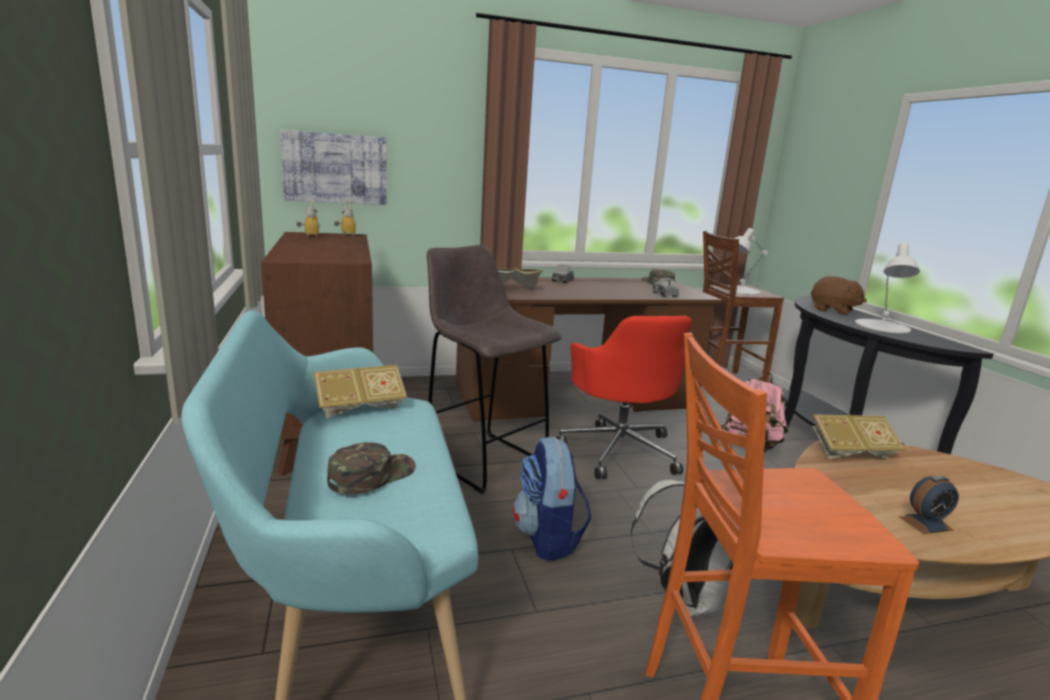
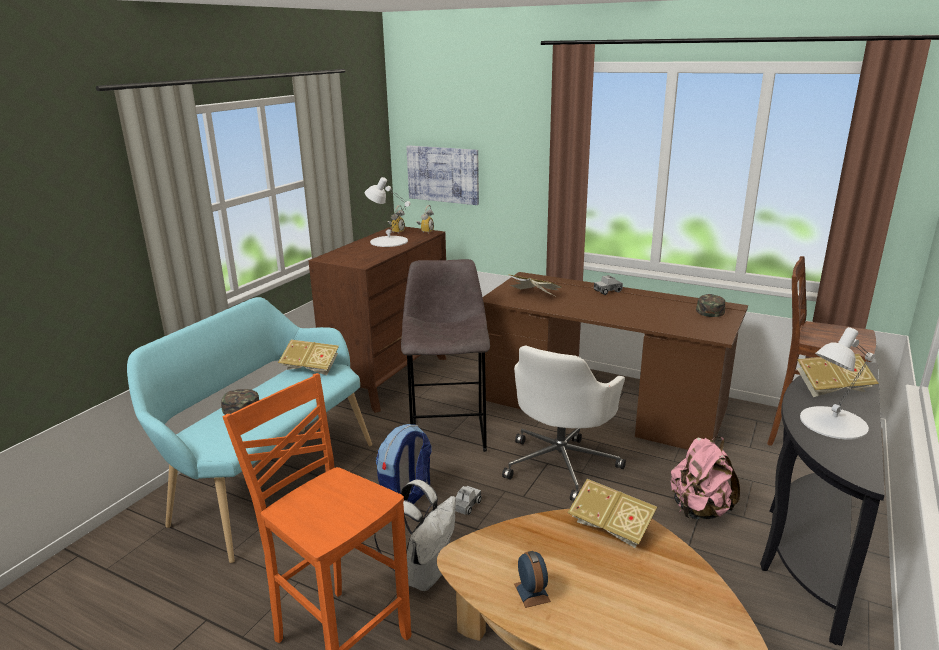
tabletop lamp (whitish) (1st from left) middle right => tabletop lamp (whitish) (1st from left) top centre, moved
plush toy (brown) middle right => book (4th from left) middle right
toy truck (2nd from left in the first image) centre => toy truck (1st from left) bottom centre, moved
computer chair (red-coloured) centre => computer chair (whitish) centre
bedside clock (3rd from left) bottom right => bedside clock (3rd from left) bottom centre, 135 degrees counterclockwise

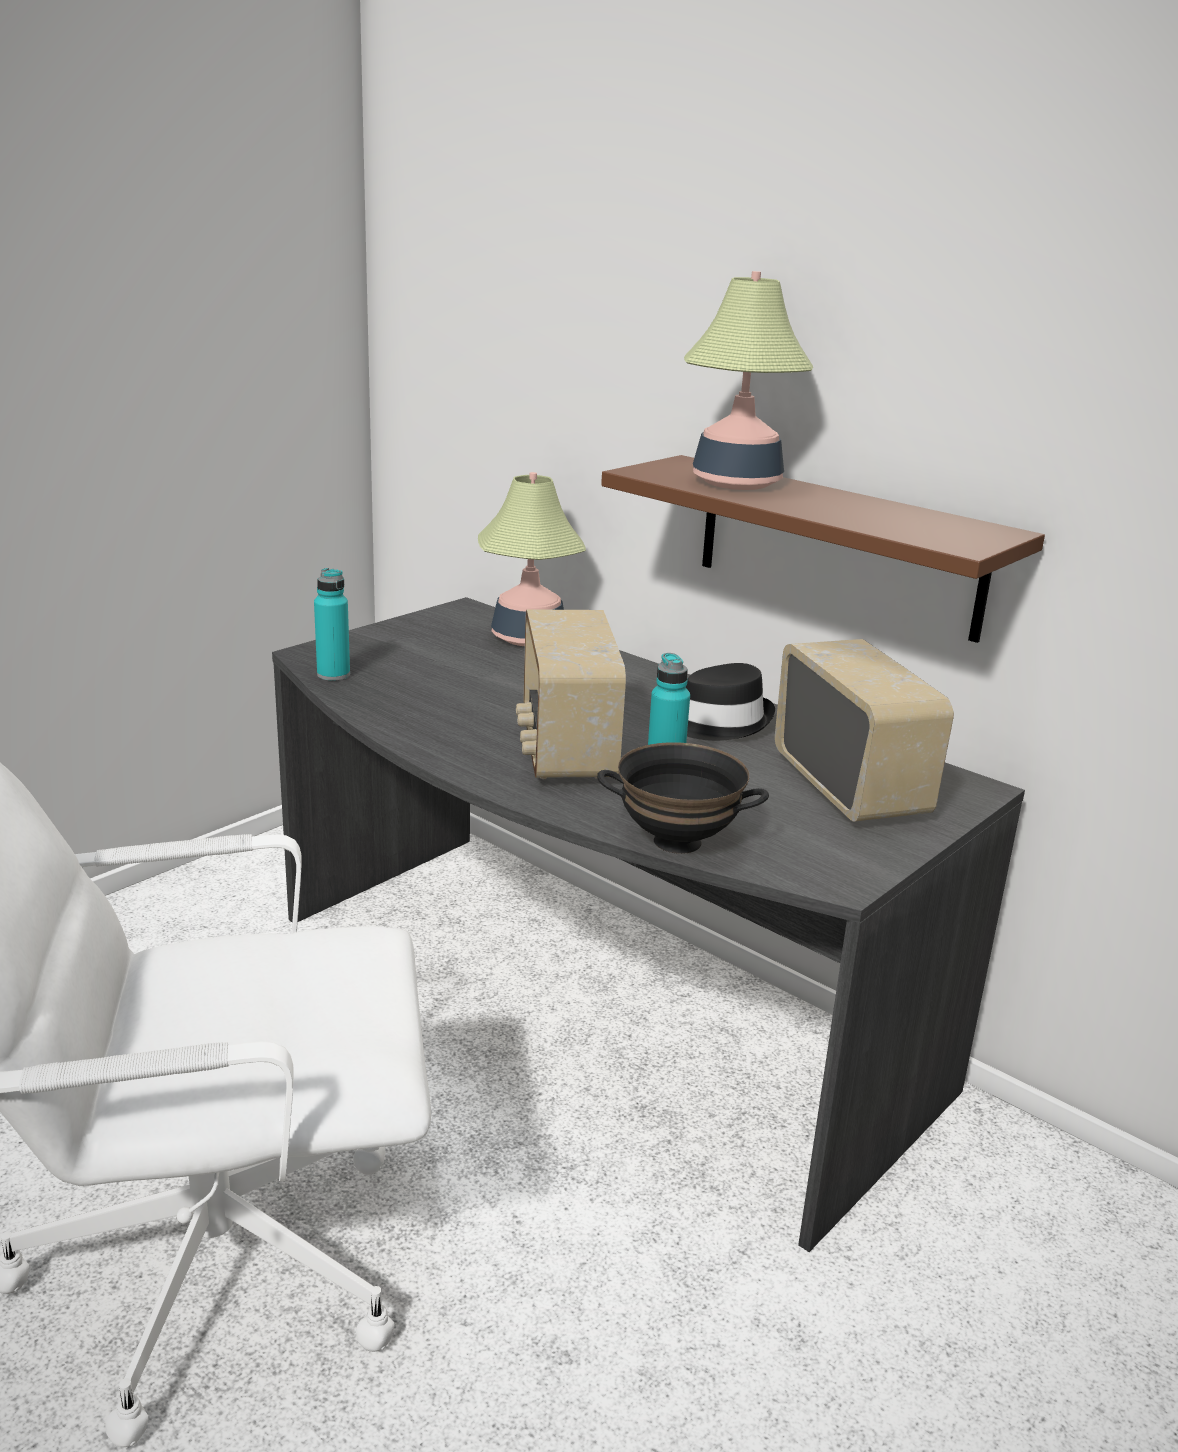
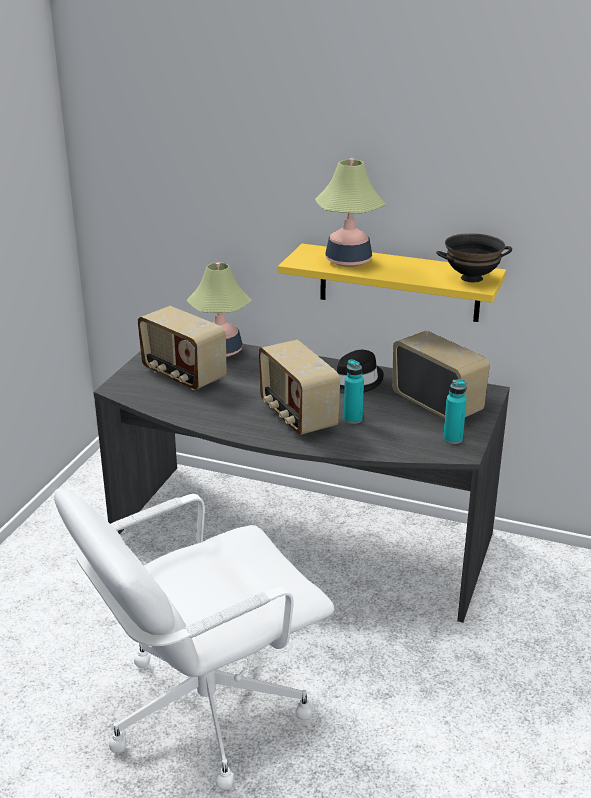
shelf (brown) middle right => shelf (yellow-coloured) centre
bottle (blue-green) (1st from left in the first image) middle left => bottle (blue-green) (2nd from left) middle right, moved
serving bowl (black) centre => serving bowl (black) top right, moved
nothing => radio (1st from left) middle left

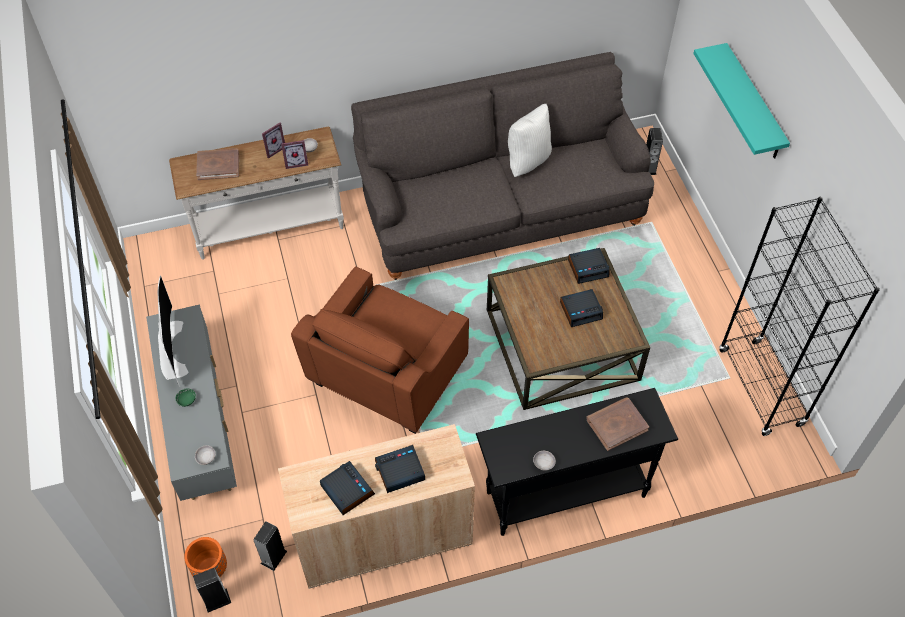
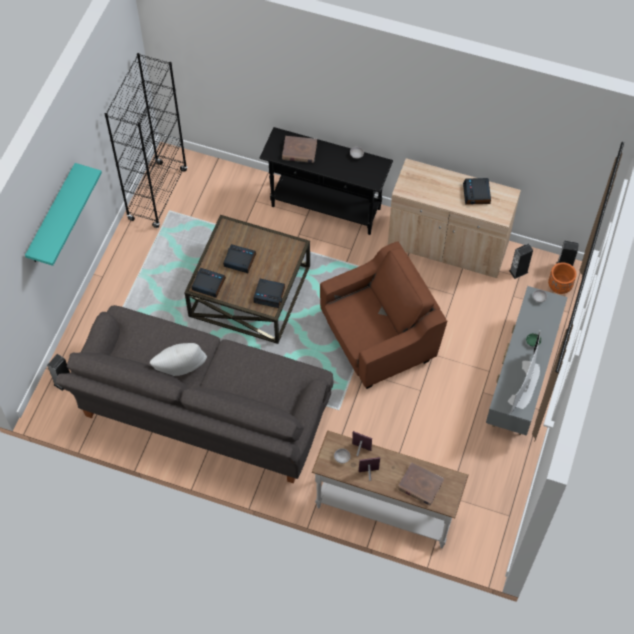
bedside clock (2nd from left in the first image) bottom centre => bedside clock (3rd from left) centre, moved

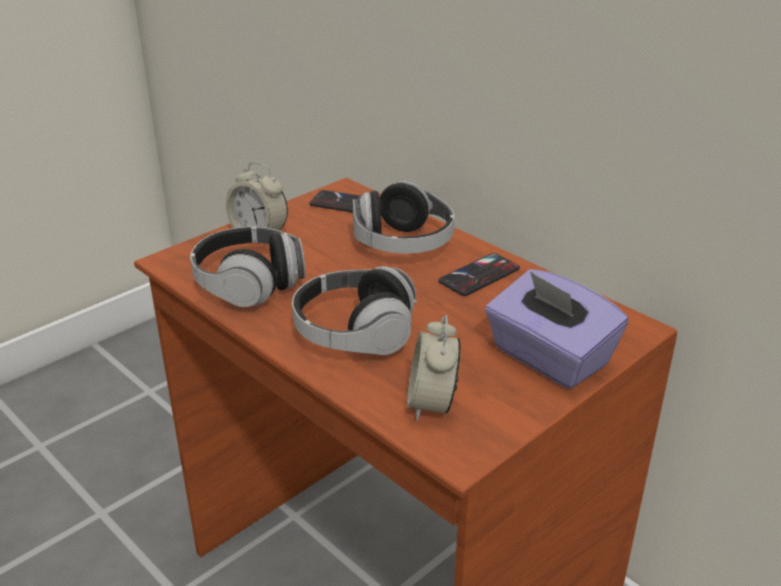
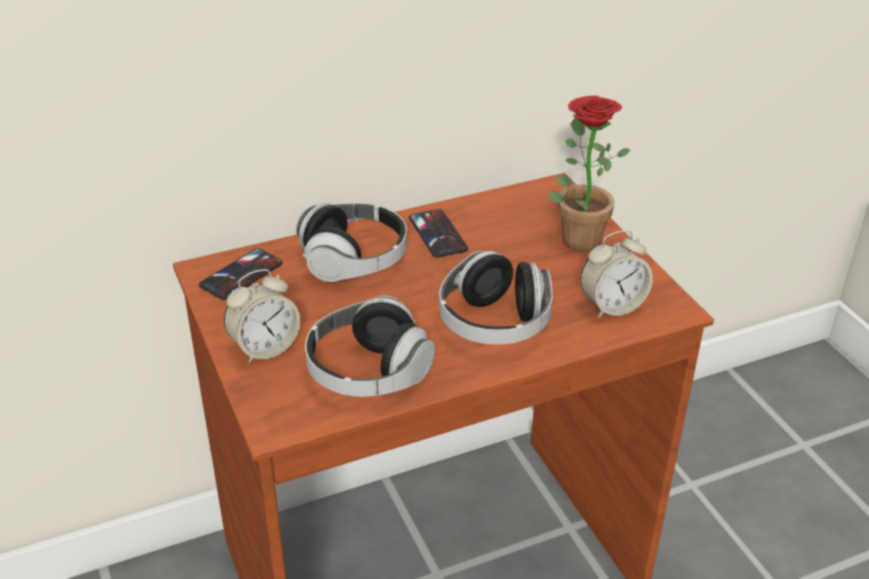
box of tissues (purple) middle right => plant in a pot top right
bedside clock (2nd from left) centre => bedside clock (2nd from left) middle right, 45 degrees counterclockwise

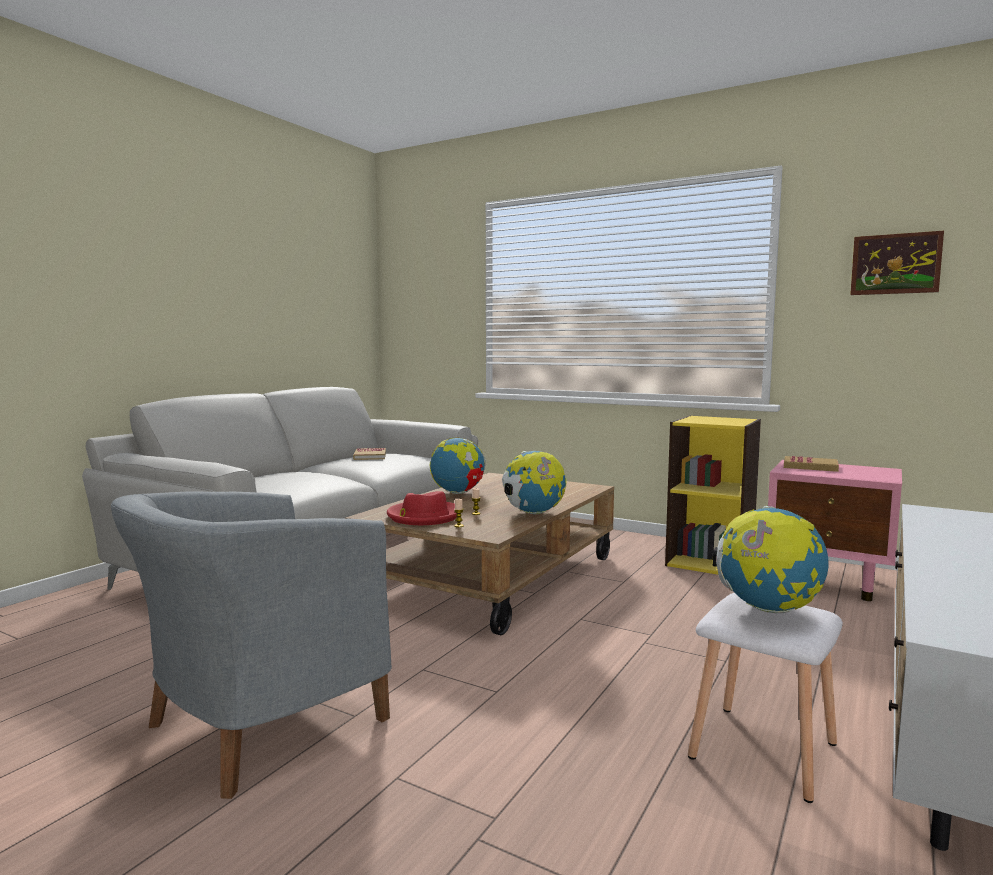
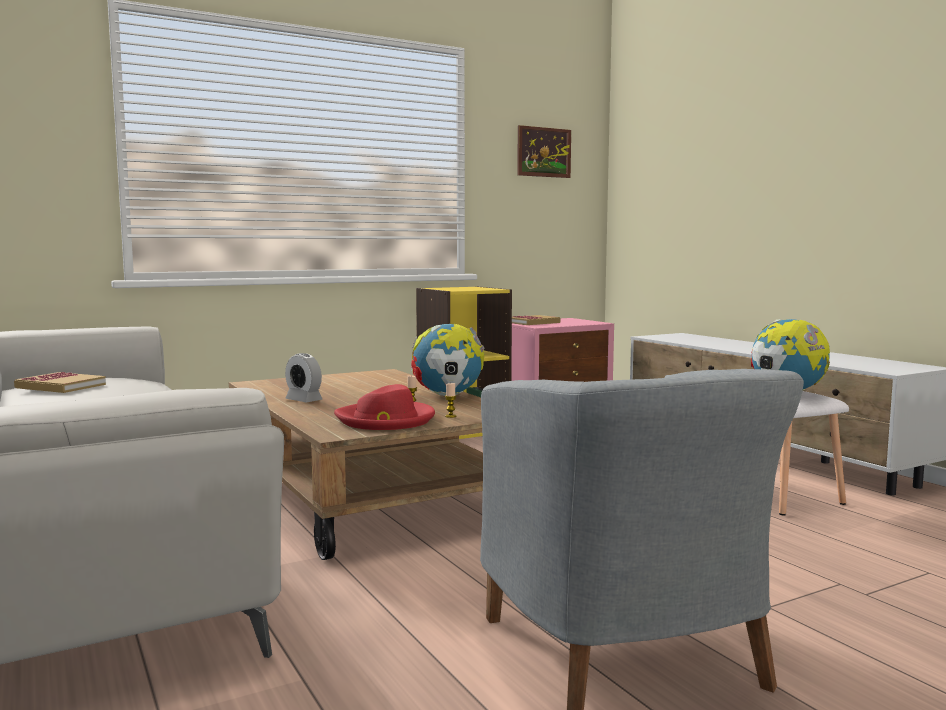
globe (1st from left) centre => bedside clock middle left

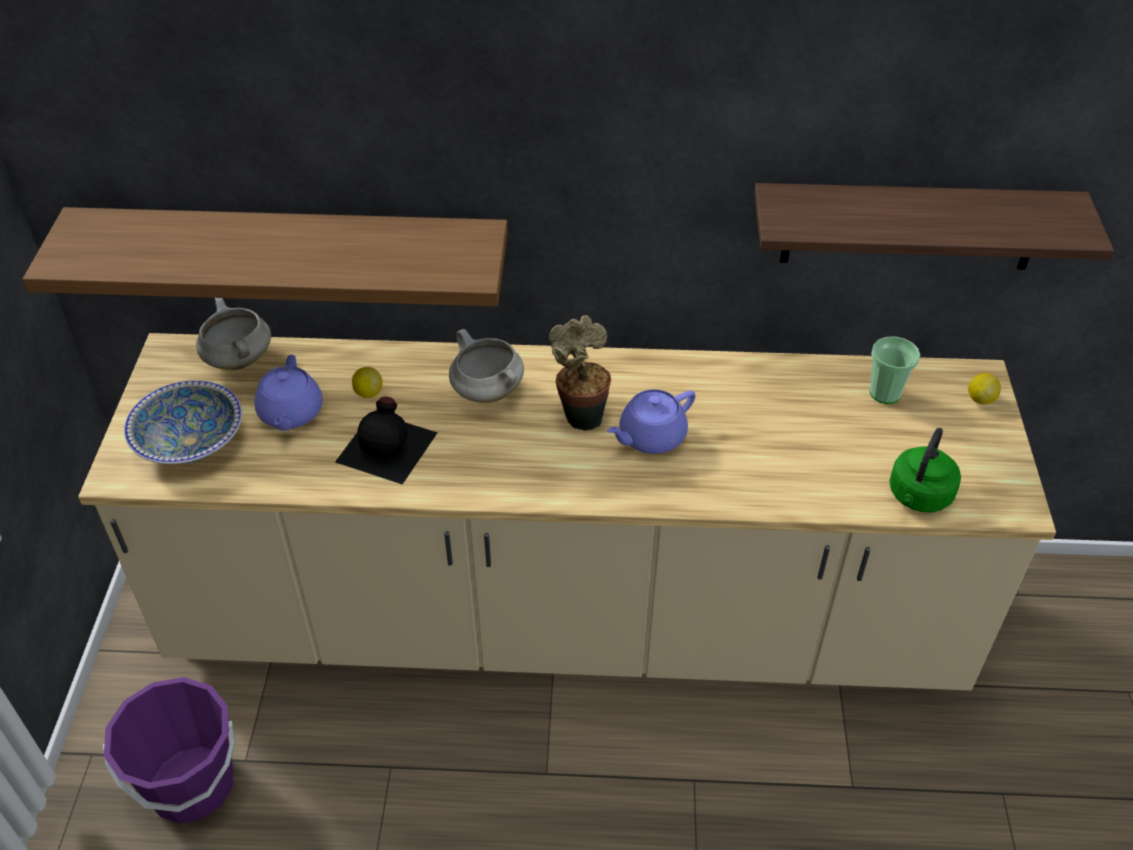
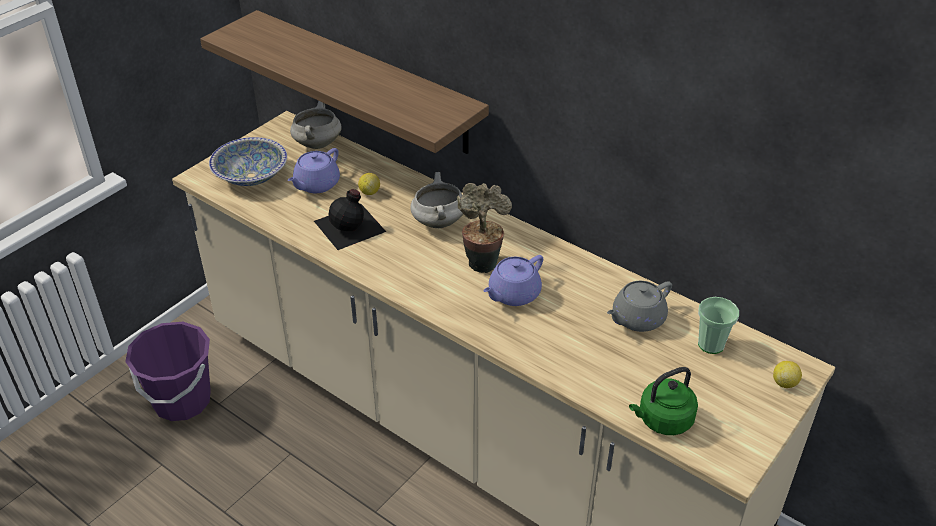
shelf (2nd from left) top right => nothing
pot for tea (purple) (2nd from left) centre, 45 degrees counterclockwise
nothing => pot for tea (greyish) middle right

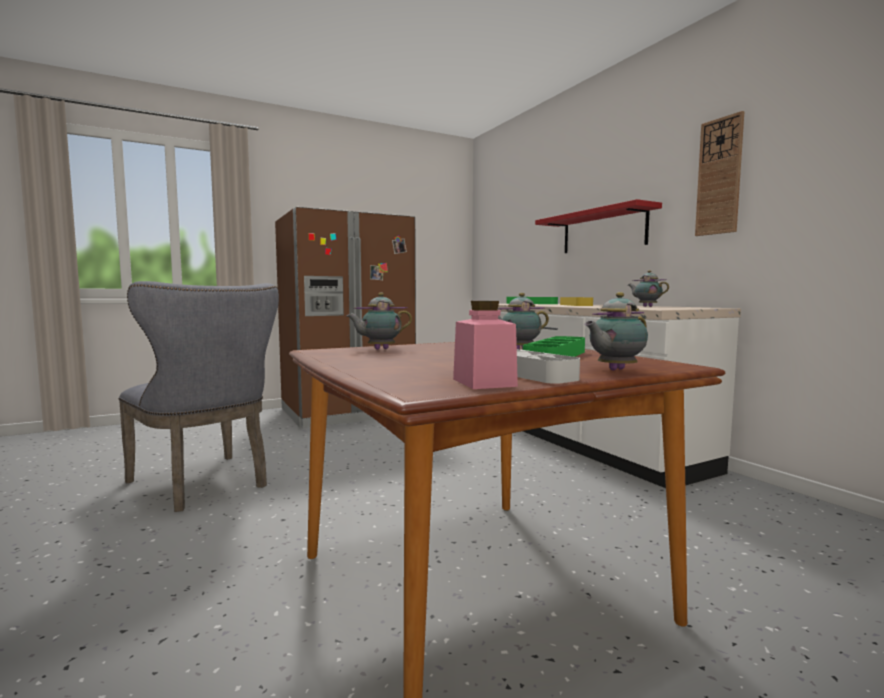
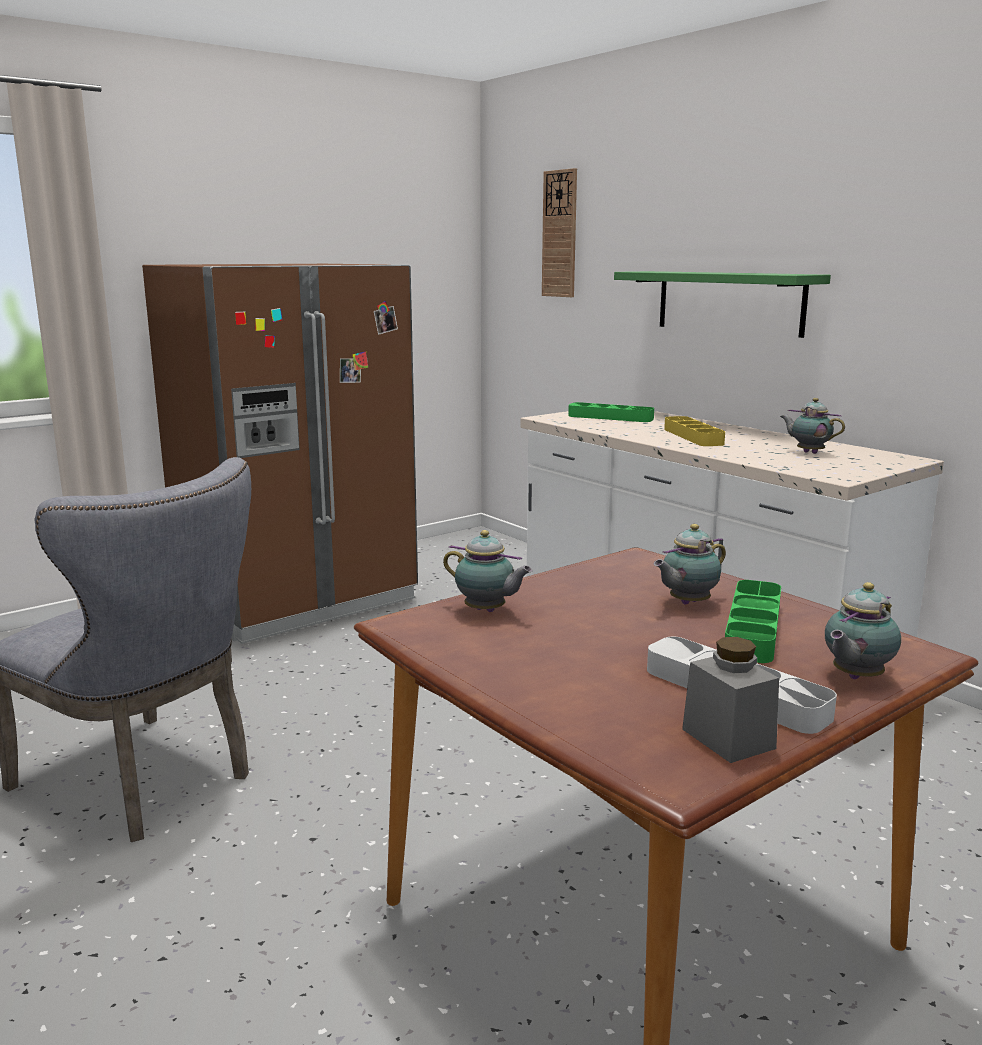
wall clock top right => wall clock top centre, moved
shelf (red-coloured) top right => shelf (green) top right
pot for tea (1st from left) centre, 120 degrees counterclockwise
preserve jar (pink-coloured) centre => preserve jar (greyish) bottom right

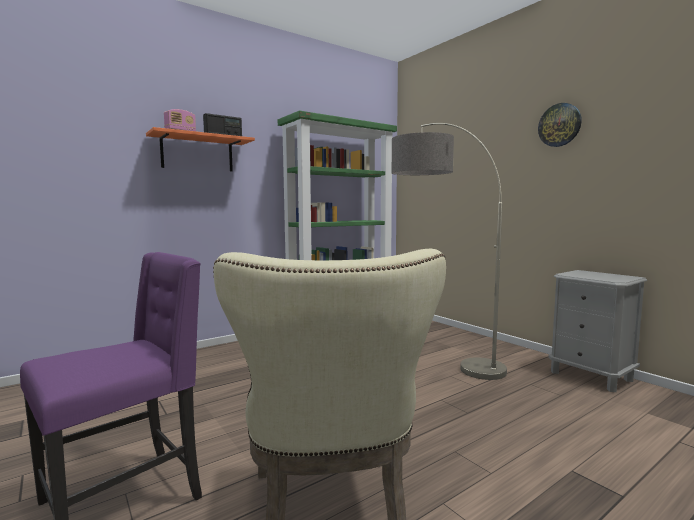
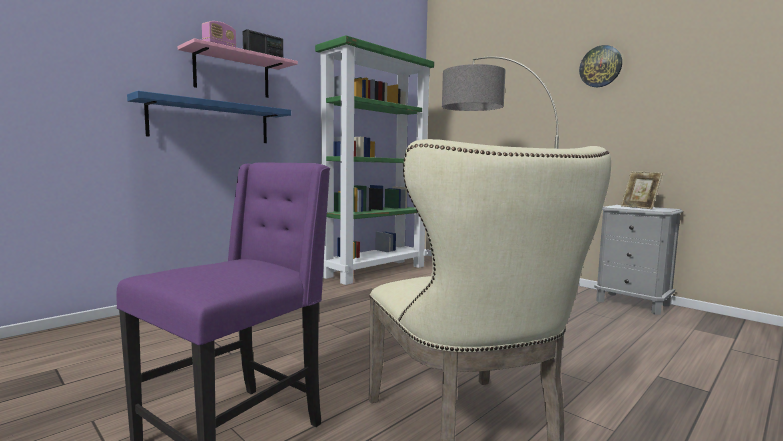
shelf (orangey) top left => shelf (pink-coloured) top left
nothing => shelf (bluish) top left
nothing => photo frame middle right

